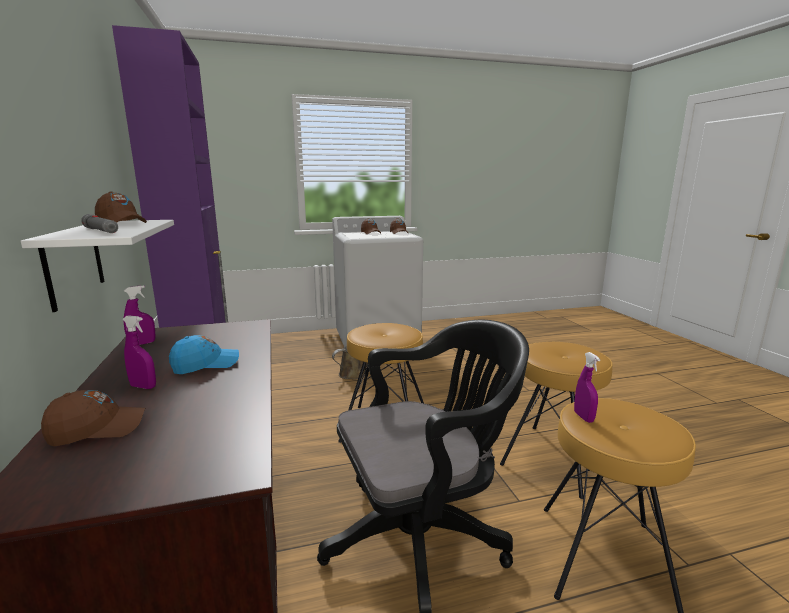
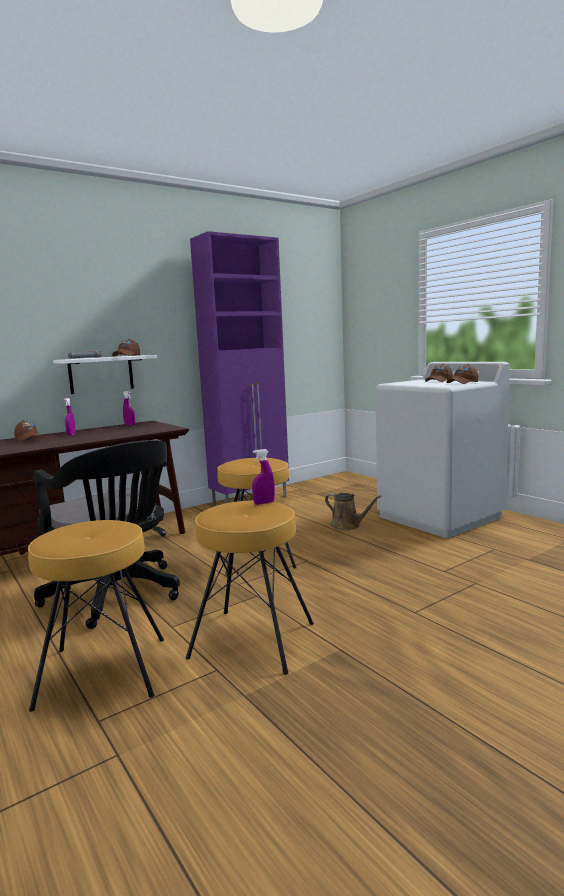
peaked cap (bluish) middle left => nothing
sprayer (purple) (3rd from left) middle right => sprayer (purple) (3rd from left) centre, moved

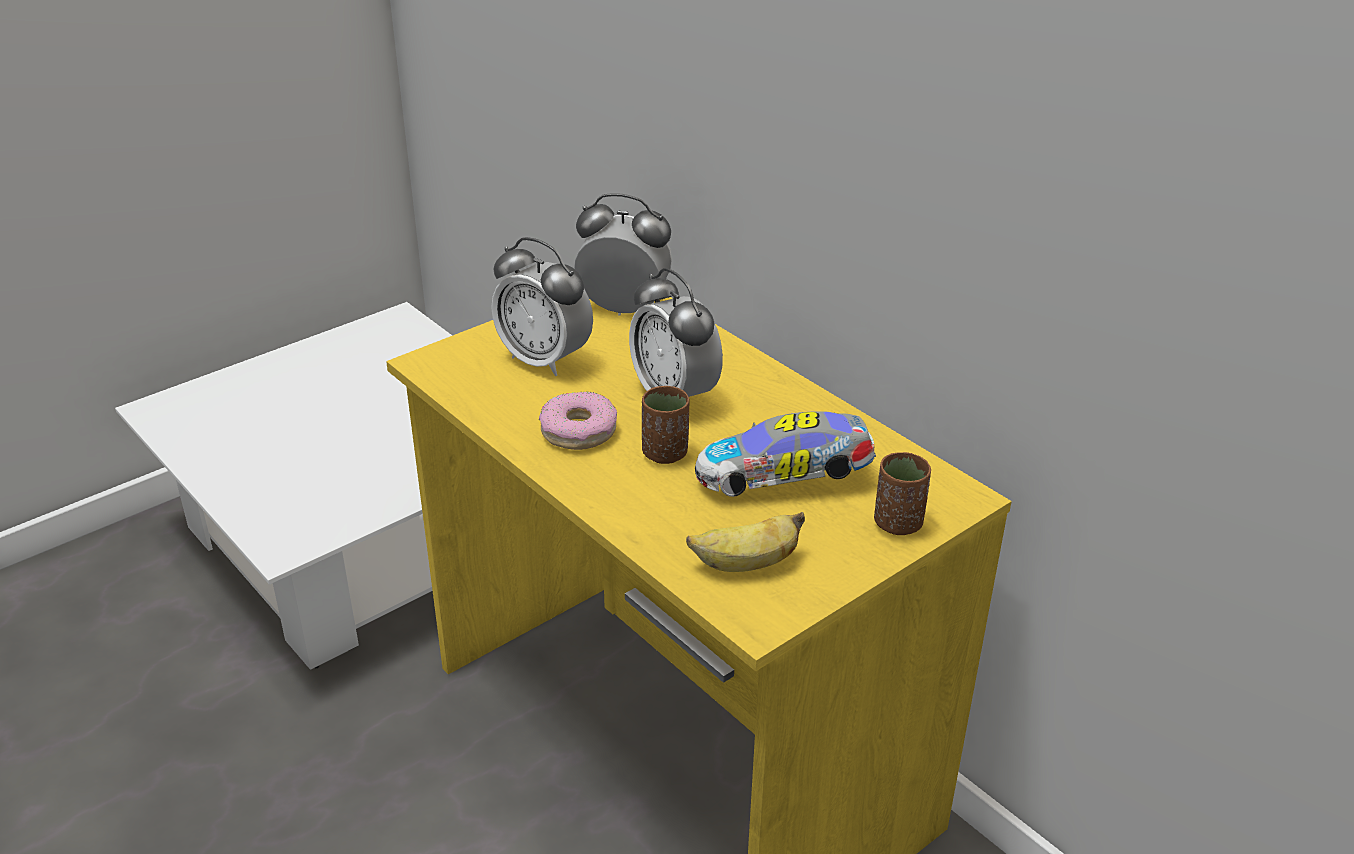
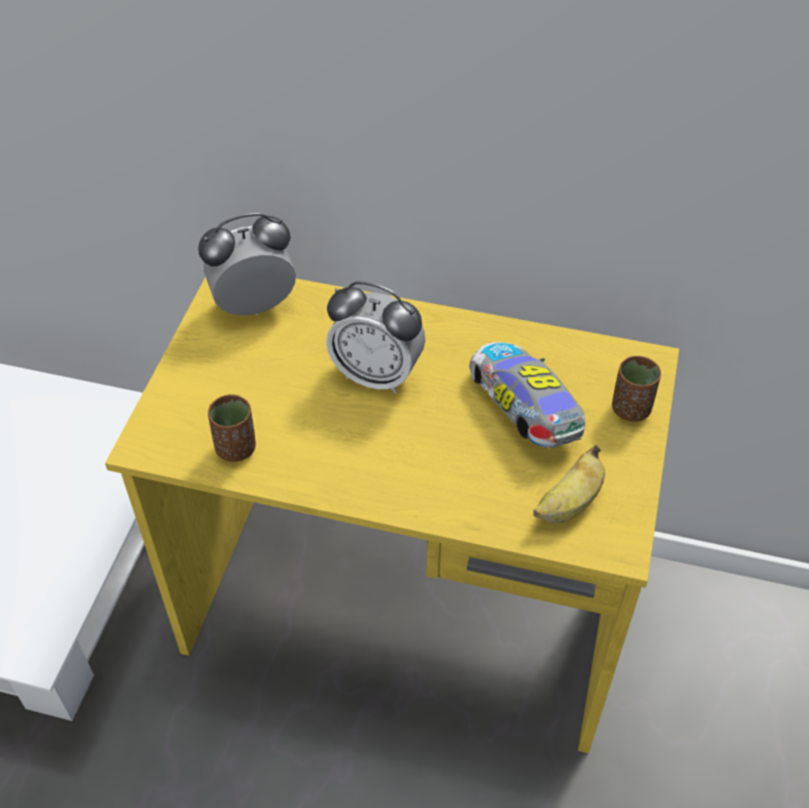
bedside clock (1st from left) centre => nothing
small cup (brown) (1st from left) centre => small cup (brown) (1st from left) middle left, moved
donut centre => nothing
model car centre, 105 degrees clockwise

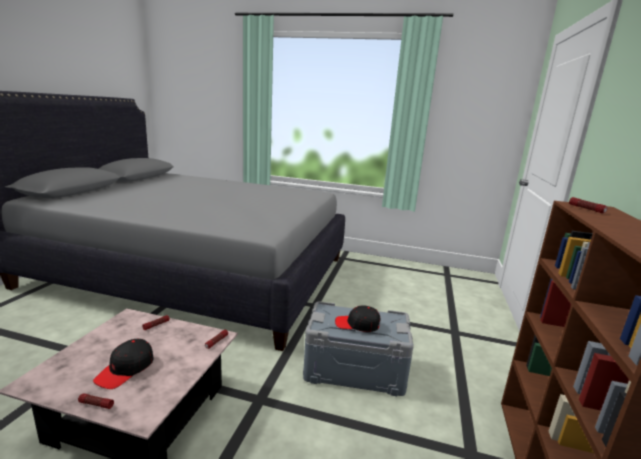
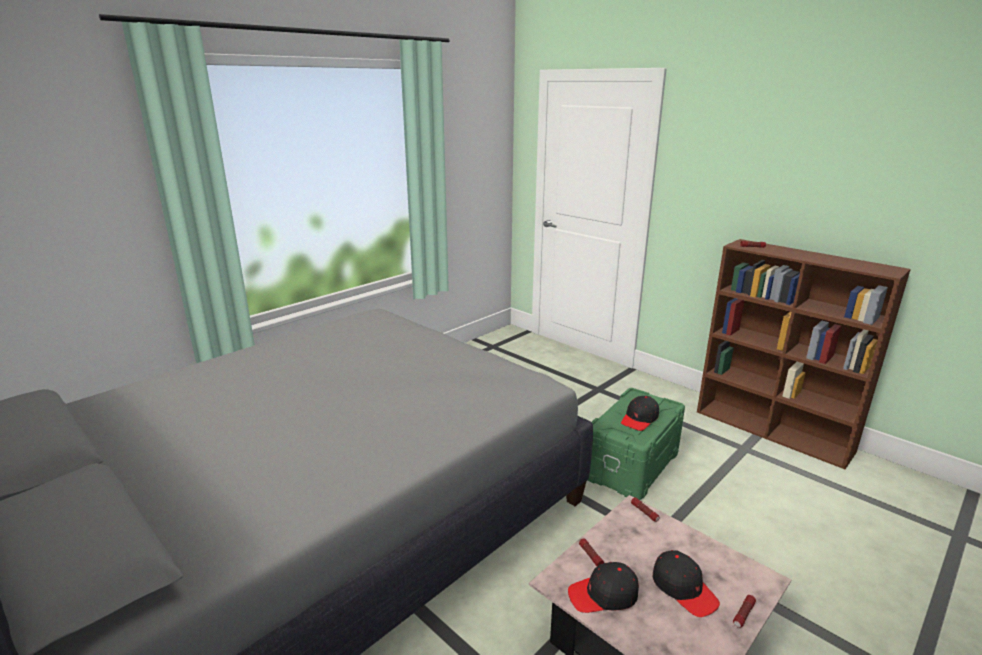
storage bin (greyish) bottom centre => storage bin (green) bottom centre
nothing => peaked cap (black) (1st from left) bottom centre

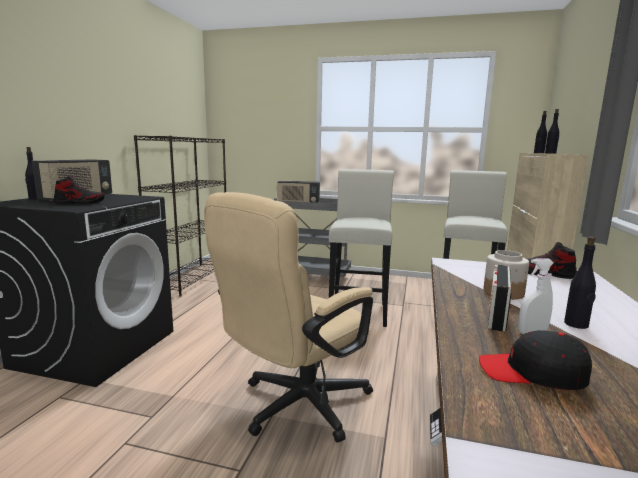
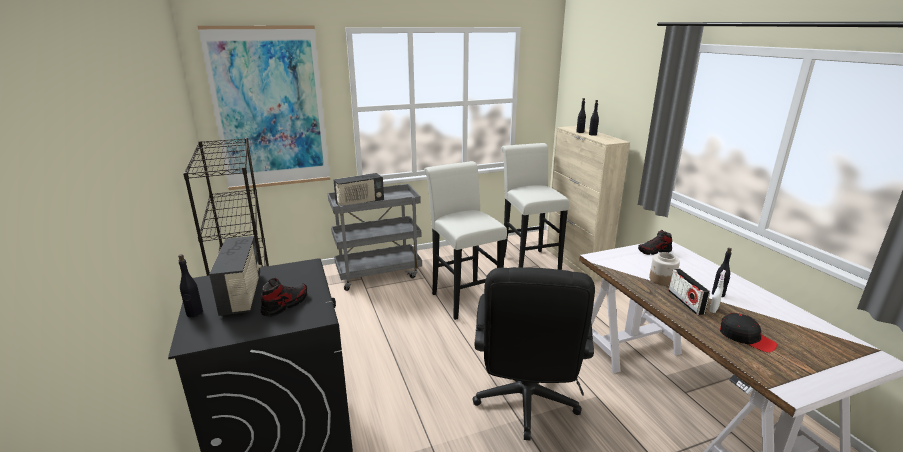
computer chair (beige) centre => computer chair (black) bottom centre
peaked cap (black) bottom right, 120 degrees counterclockwise
nothing => wall art top left

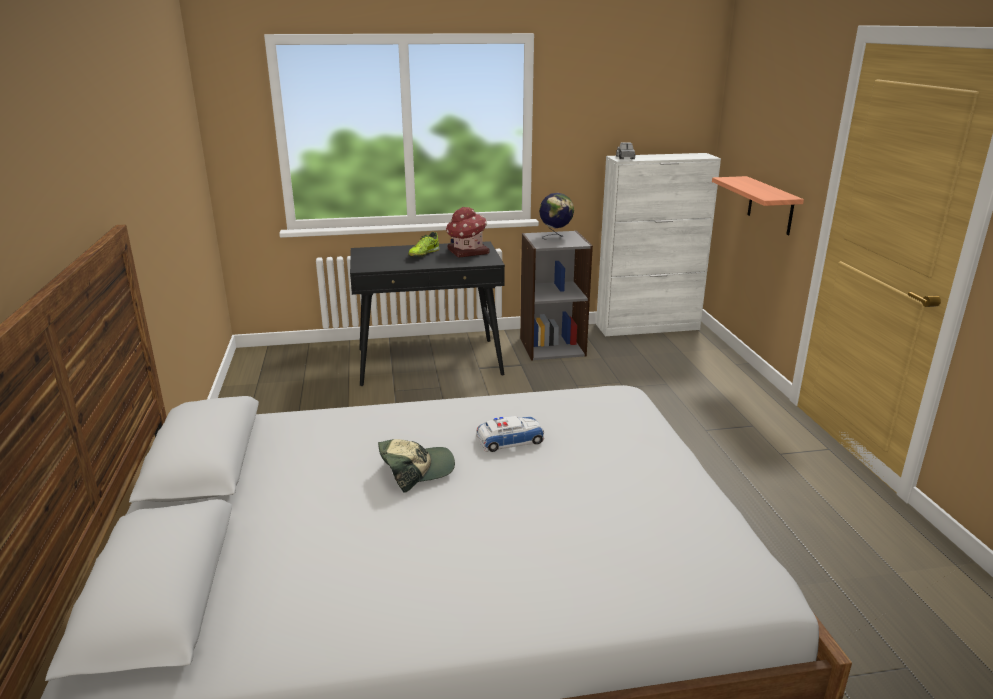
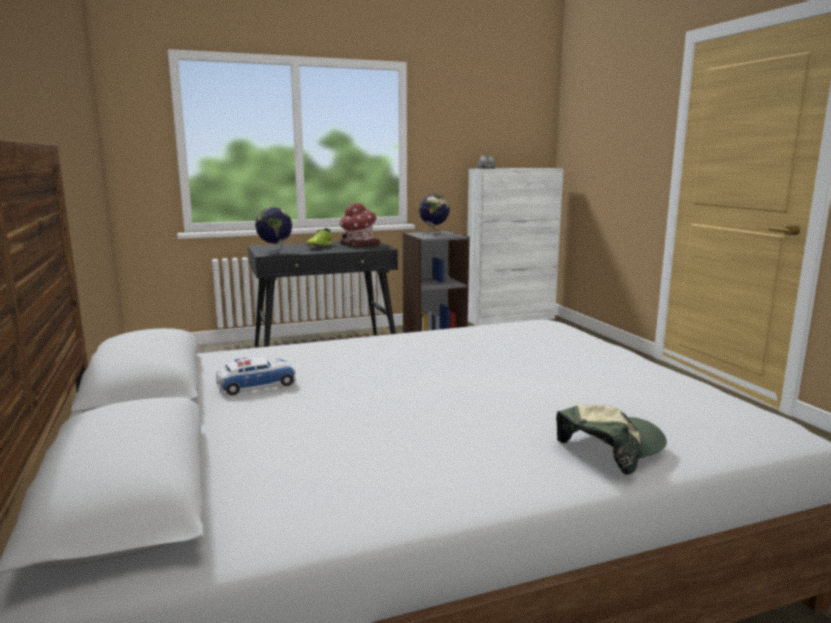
shelf top right => nothing
model car centre => model car middle left, moved
peaked cap bottom centre => peaked cap bottom right, moved
nothing => globe (1st from left) middle left

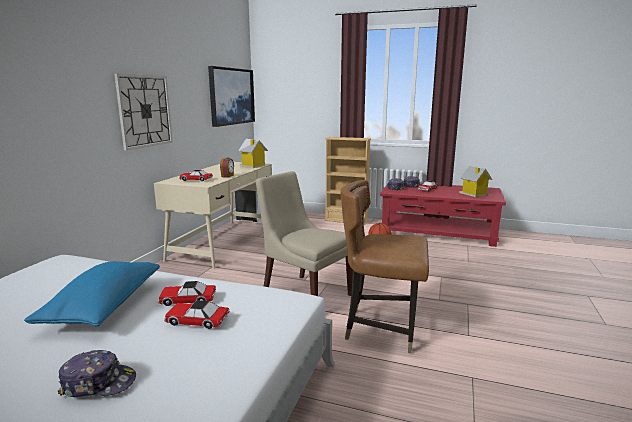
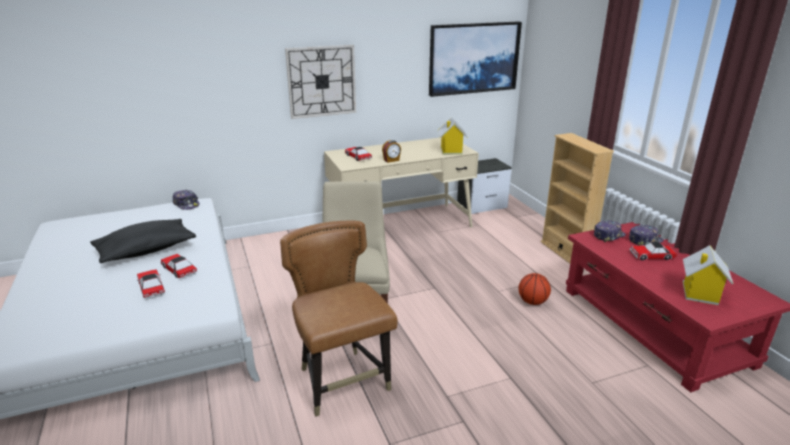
throw pillow (bluish) bottom left => throw pillow (black) middle left
peaked cap (1st from left) bottom left => peaked cap (1st from left) middle left, moved

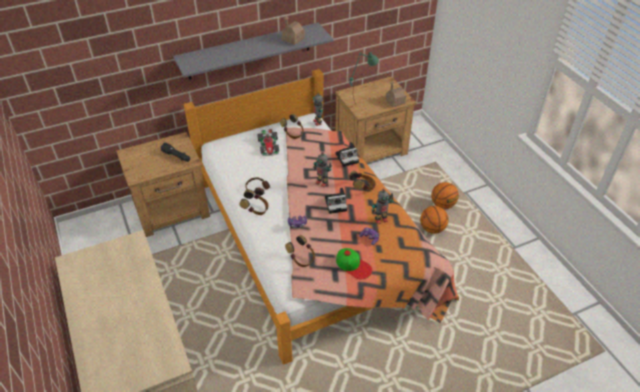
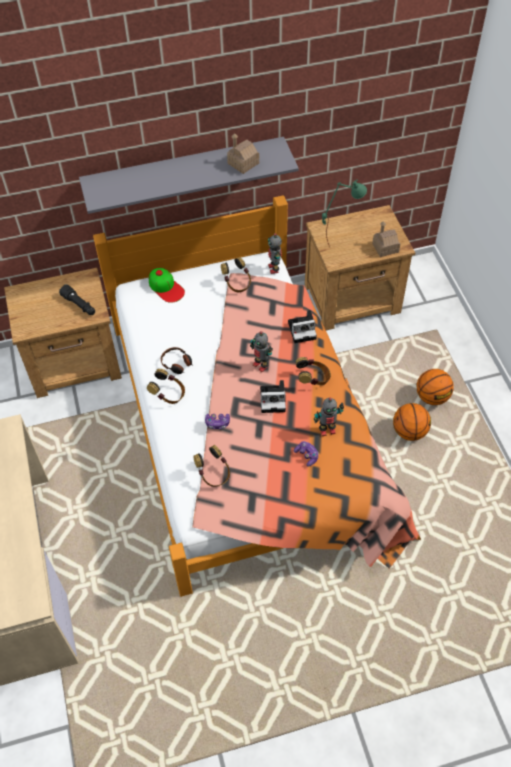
model car centre => nothing
peaked cap bottom centre => peaked cap middle left, moved

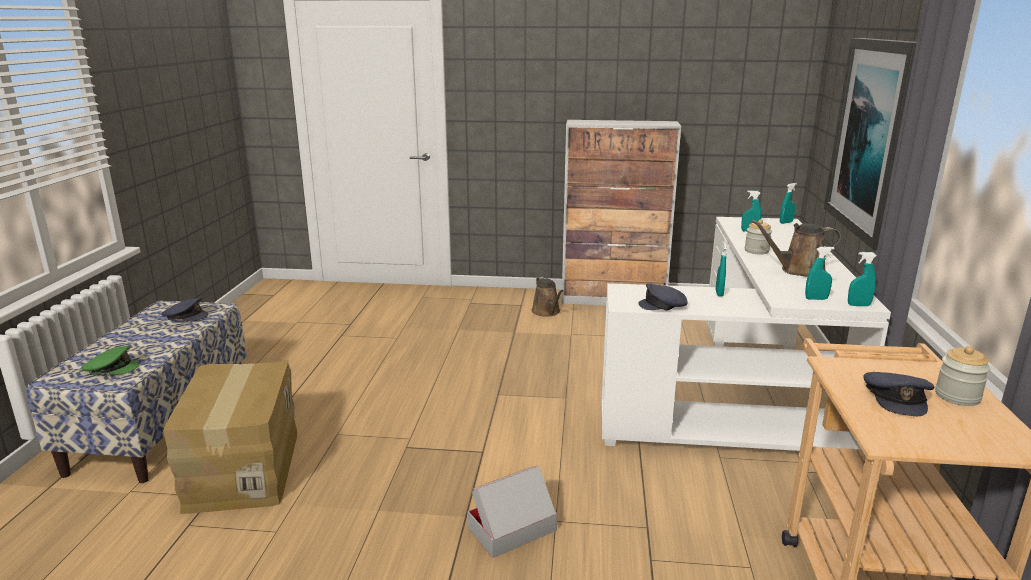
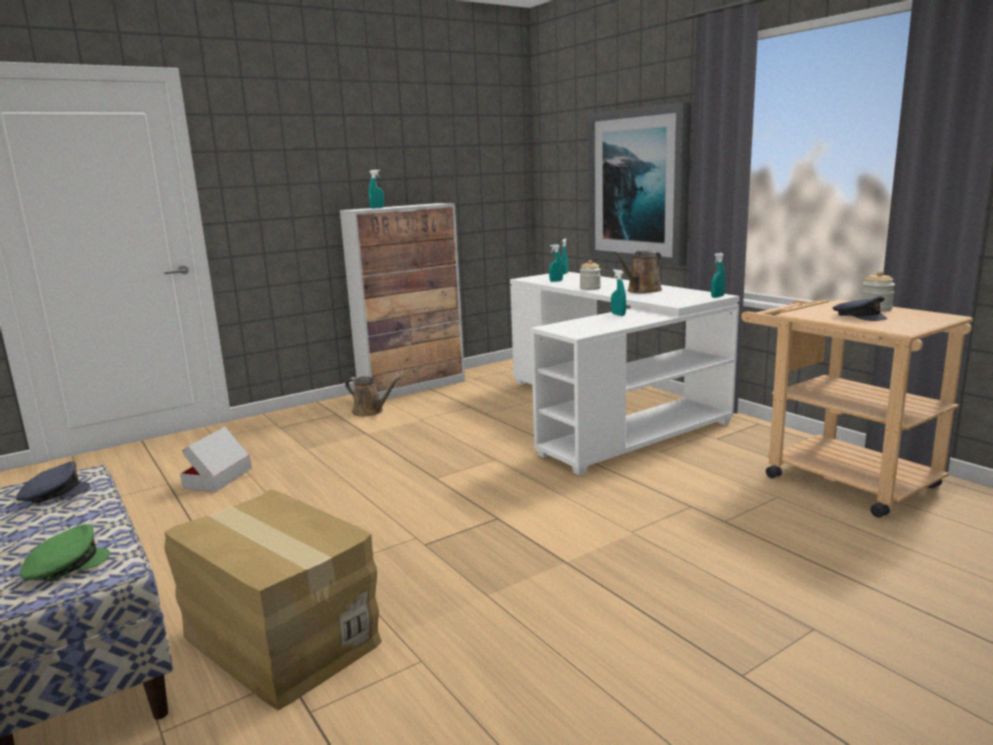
sprayer (blue-green) (4th from left in the first image) middle right => sprayer (blue-green) (1st from left) top centre, moved
peaked cap (greyish) (2nd from left) centre => nothing
cardboard box (2nd from left in the first image) bottom centre => cardboard box (1st from left) middle left, moved

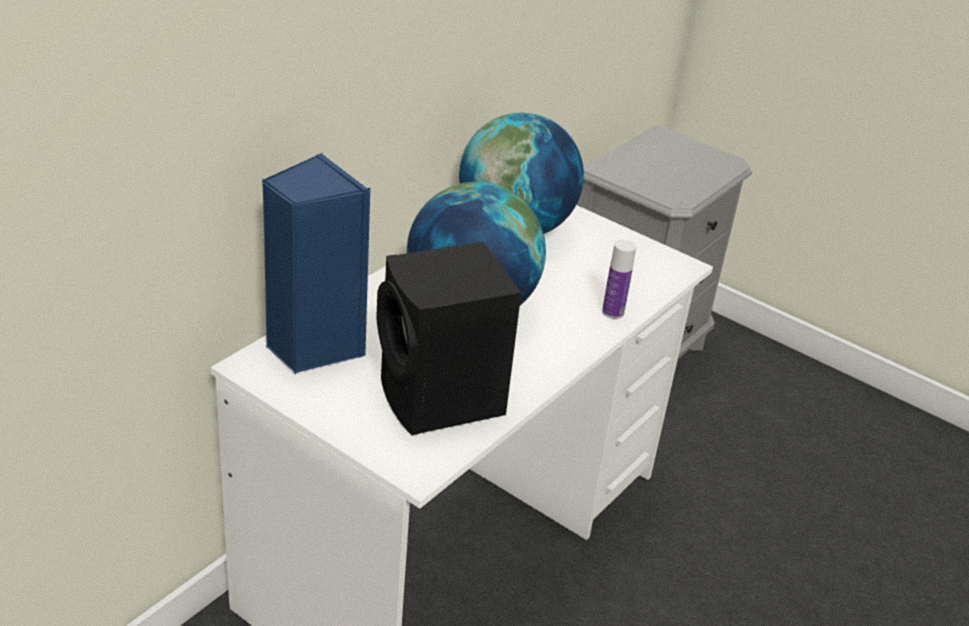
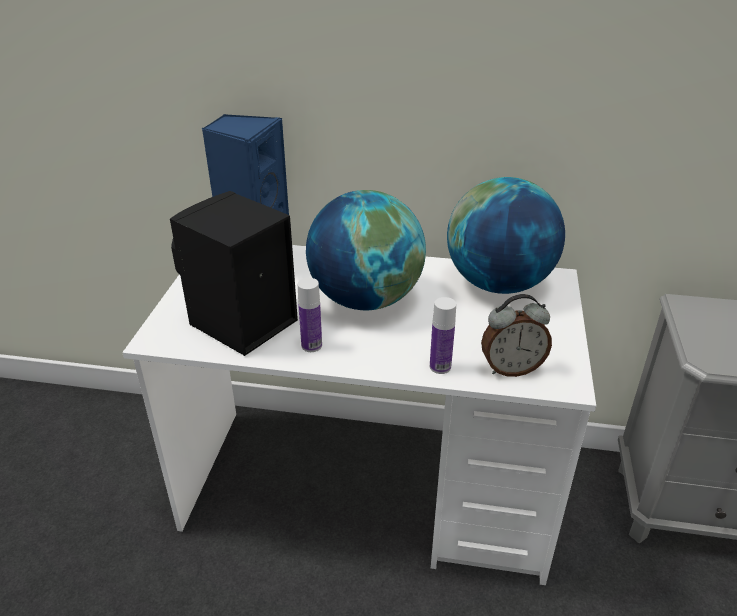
nothing => bottle (1st from left) centre
nothing => bedside clock middle right

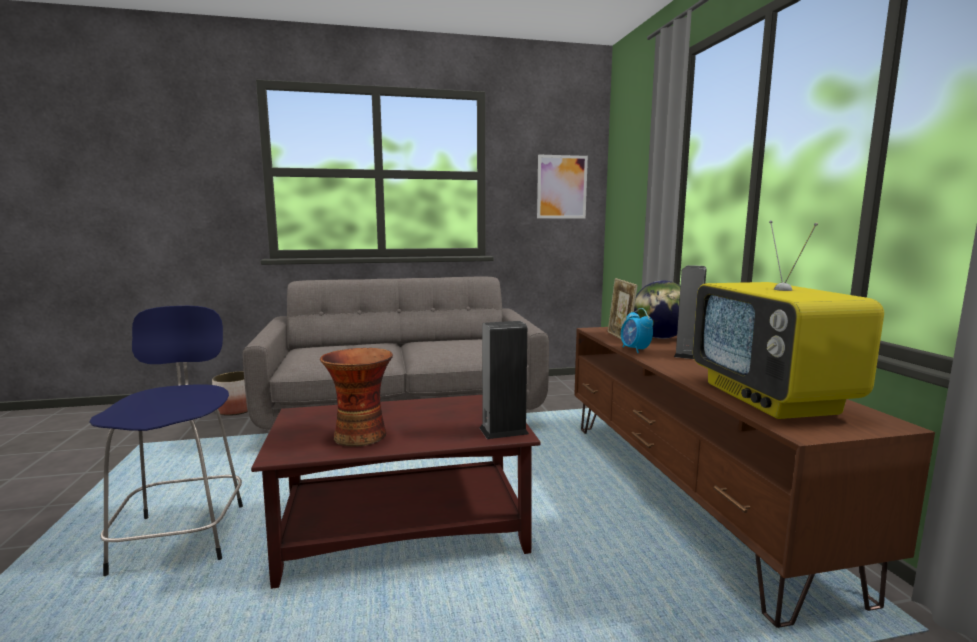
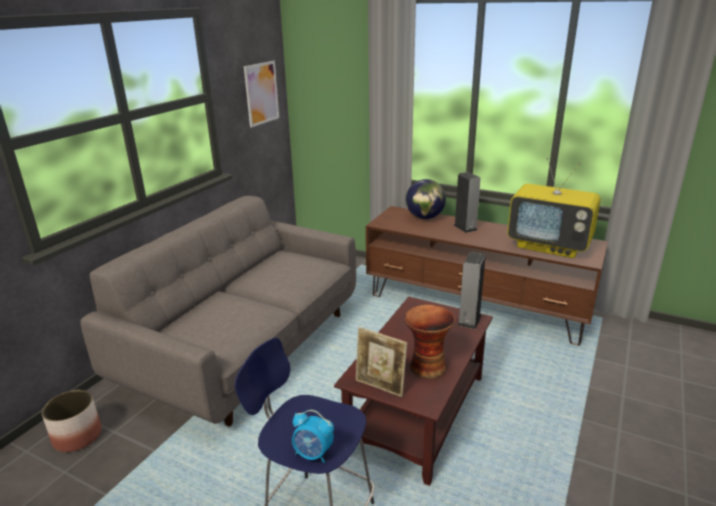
photo frame centre => photo frame bottom centre, moved
bedside clock centre => bedside clock bottom centre, moved

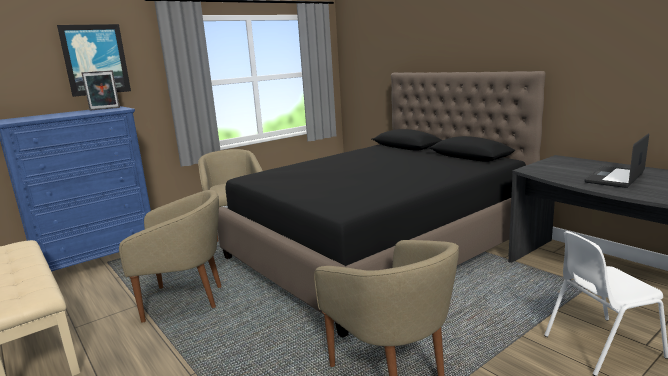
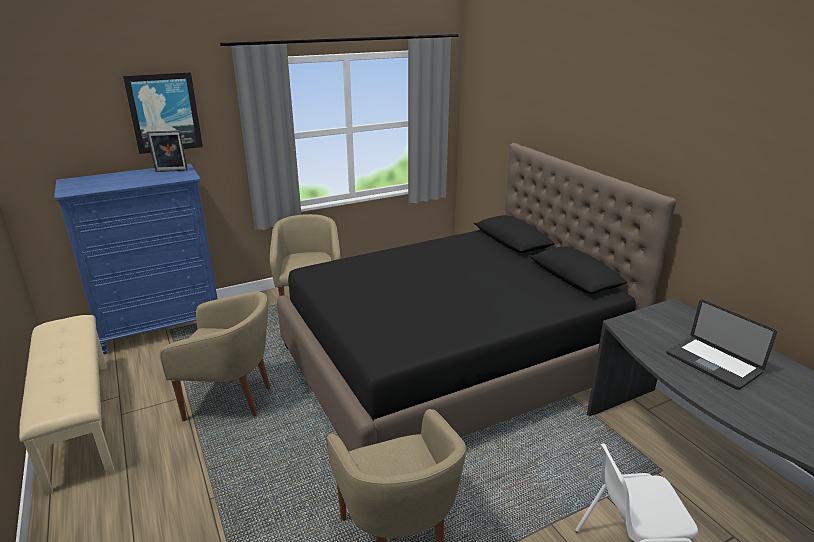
notebook computer middle right, 90 degrees counterclockwise

